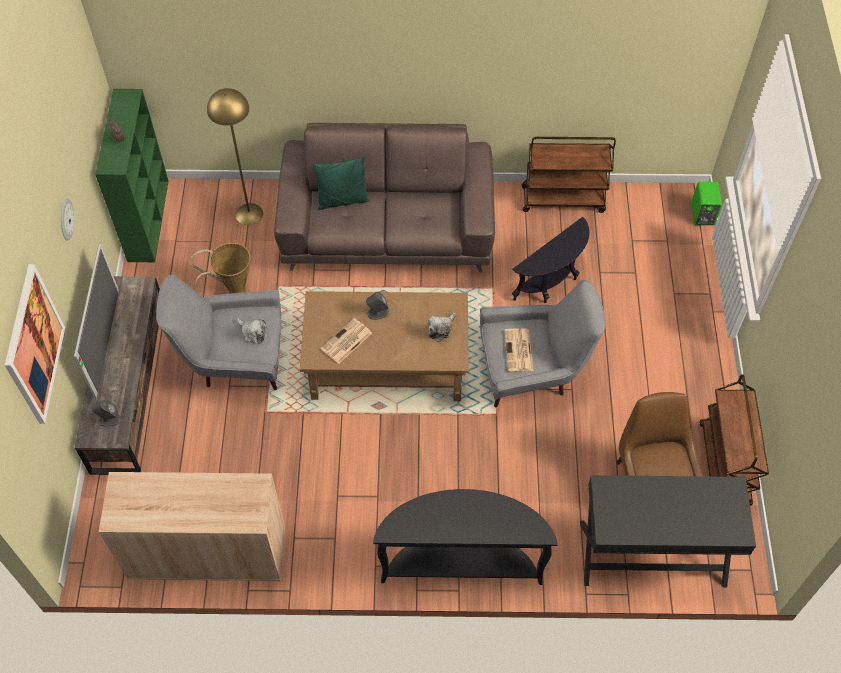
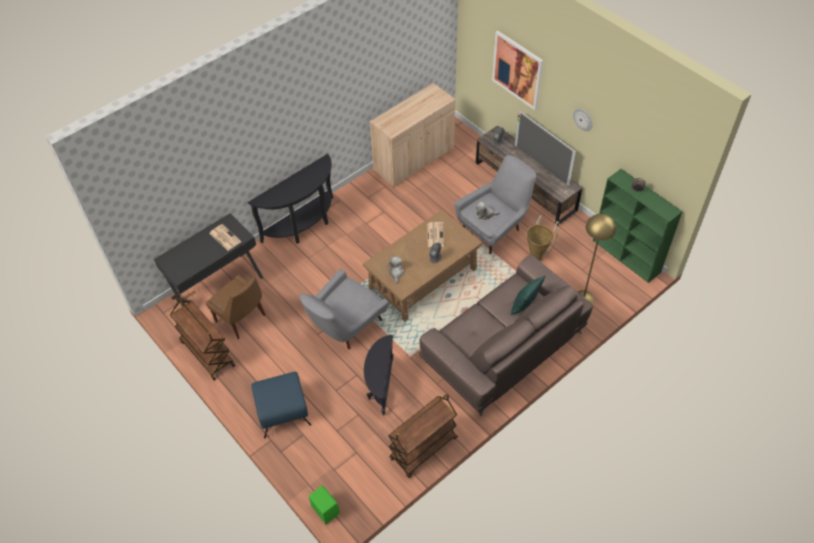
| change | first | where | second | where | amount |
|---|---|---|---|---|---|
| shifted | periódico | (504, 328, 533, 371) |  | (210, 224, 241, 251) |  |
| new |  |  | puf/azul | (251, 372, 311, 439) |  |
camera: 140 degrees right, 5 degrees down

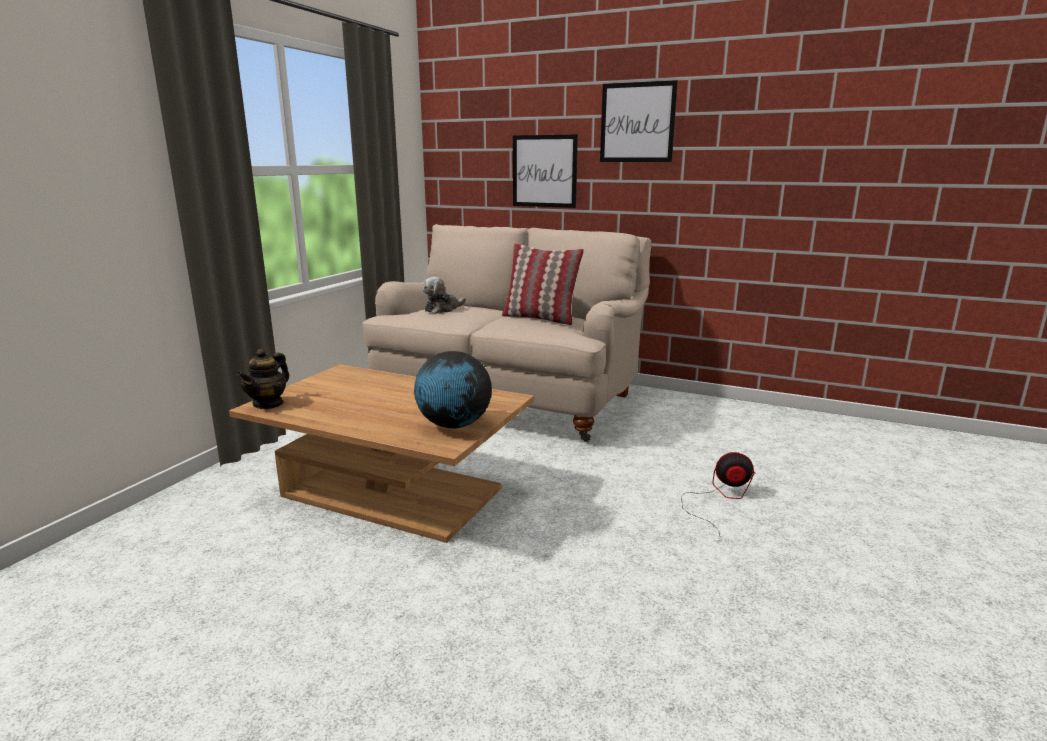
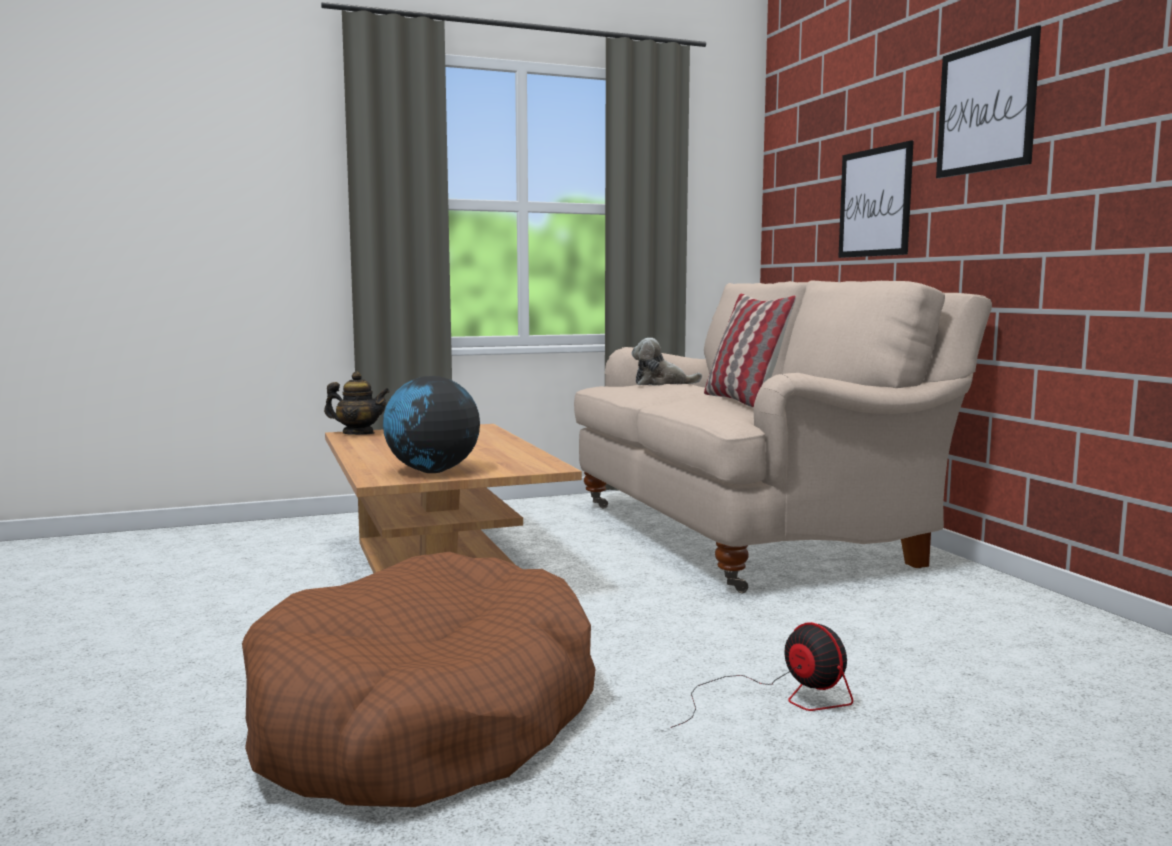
| change | first | where | second | where | amount |
|---|---|---|---|---|---|
| rotated | tetera | (237, 349, 289, 409) |  | (324, 371, 390, 435) | 150 degrees counterclockwise |
| new |  |  | cama para perro/marrón | (242, 552, 596, 807) |  |
camera: 45 degrees right, 10 degrees down

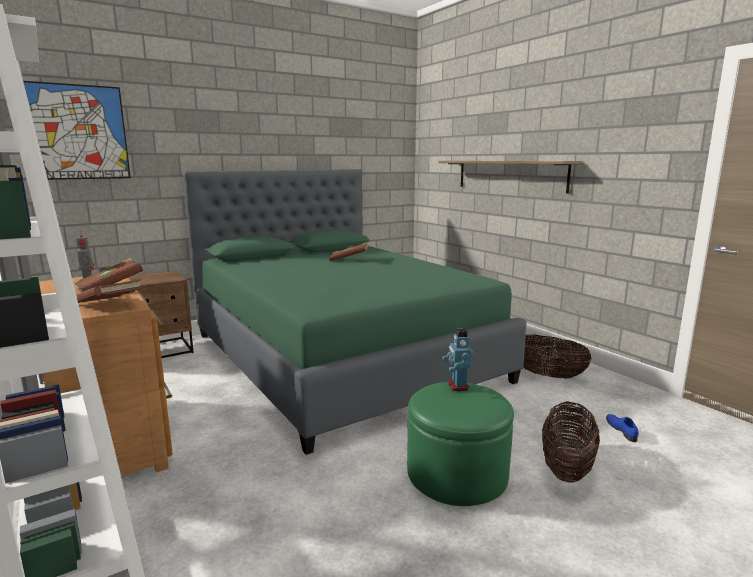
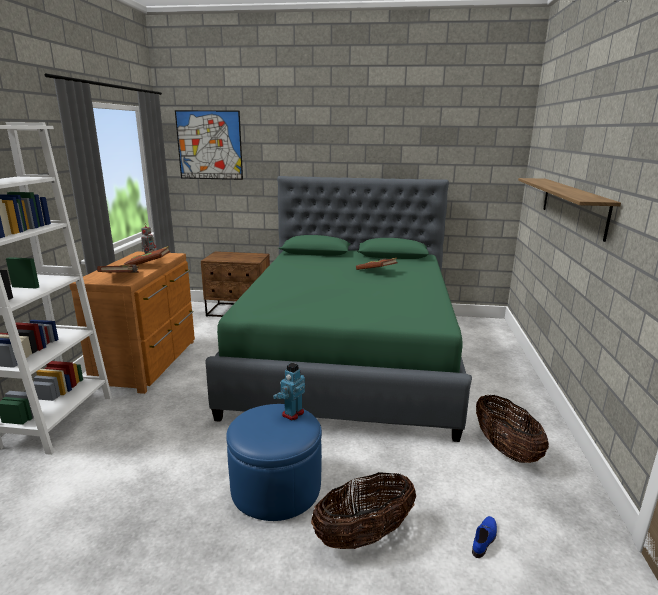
| change | first | where | second | where | amount |
|---|---|---|---|---|---|
| repainted | puf/verde | (407, 382, 514, 506) | puf/azul | (226, 404, 322, 521) |  |
camera: 40 degrees right, 5 degrees up

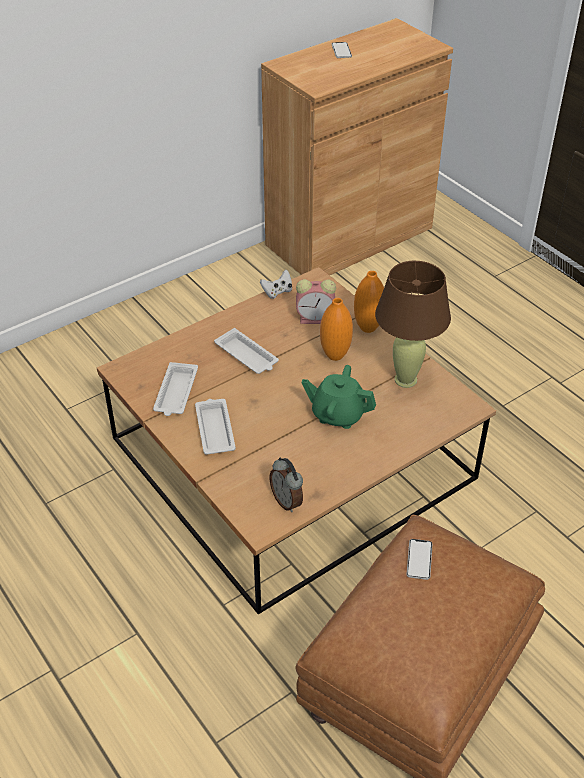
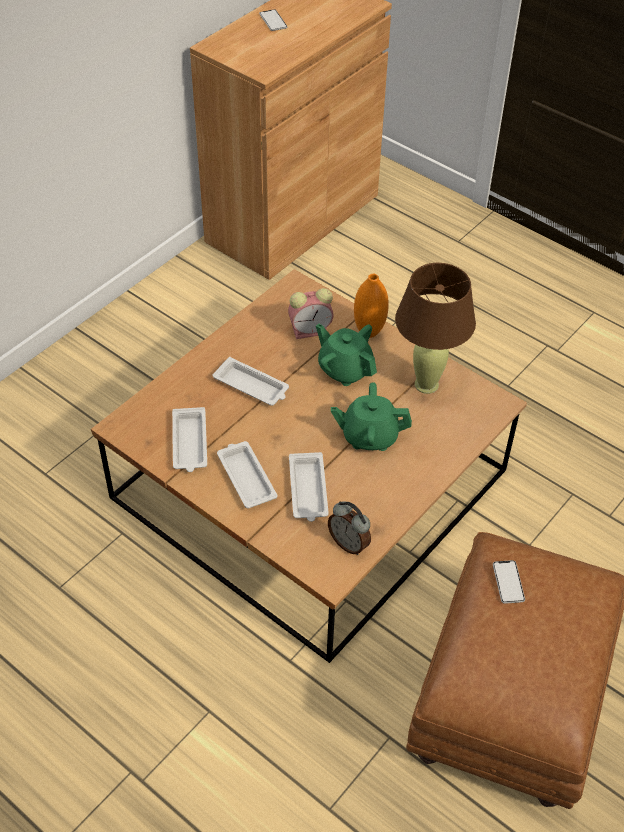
| change | first | where | second | where | amount |
|---|---|---|---|---|---|
| gone | mando de consola/blanco | (260, 269, 292, 299) |  |  |  |
| swapped | florero/naranja | (320, 298, 353, 361) | tetera/verde | (316, 324, 377, 386) |  |
| new |  |  | bandeja/blanco | (289, 452, 329, 522) |  |
camera: 15 degrees left, 5 degrees up

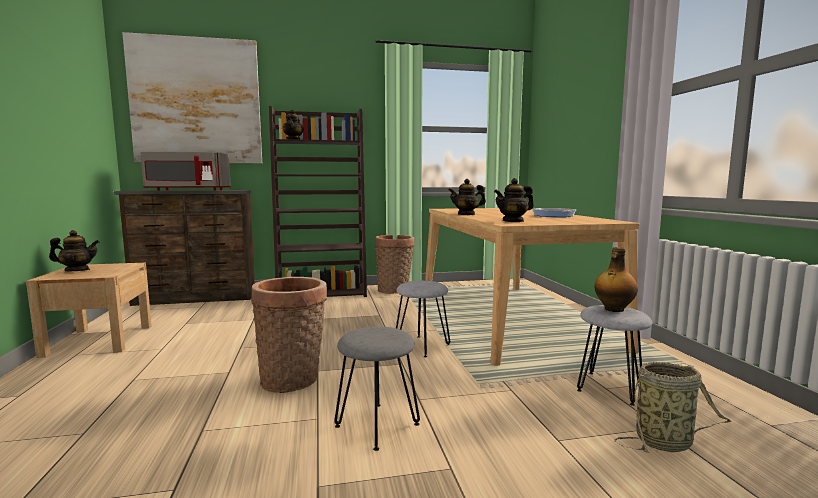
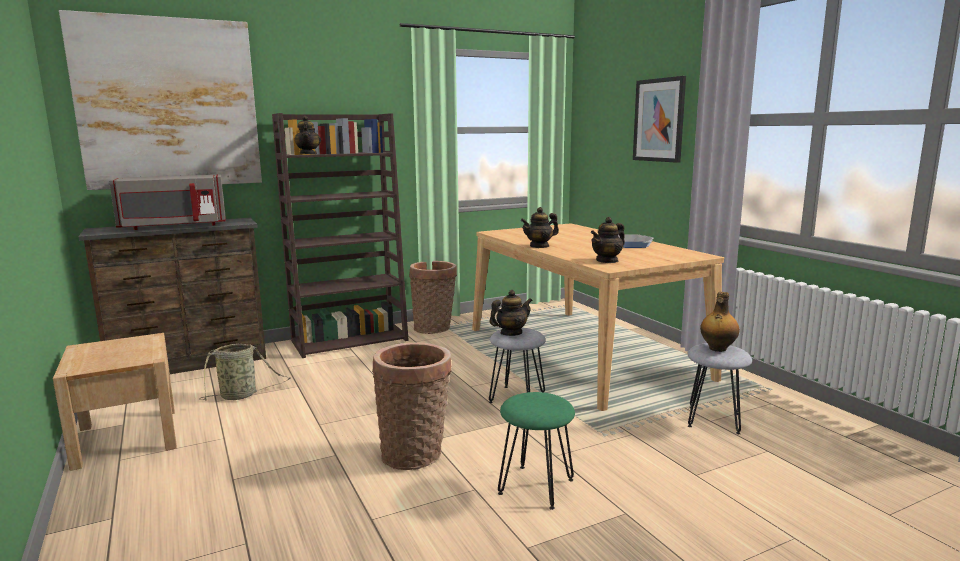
| change | first | where | second | where | amount |
|---|---|---|---|---|---|
| shifted | tetera | (49, 230, 99, 271) |  | (489, 290, 533, 336) |  |
| repainted | taburete/gris | (334, 326, 420, 451) | taburete/verde | (498, 392, 575, 510) |  |
| shifted | cesta | (614, 362, 732, 453) |  | (200, 344, 291, 400) |  |
| new |  |  | cuadro | (633, 76, 686, 163) |  |
camera: 15 degrees left, 5 degrees up

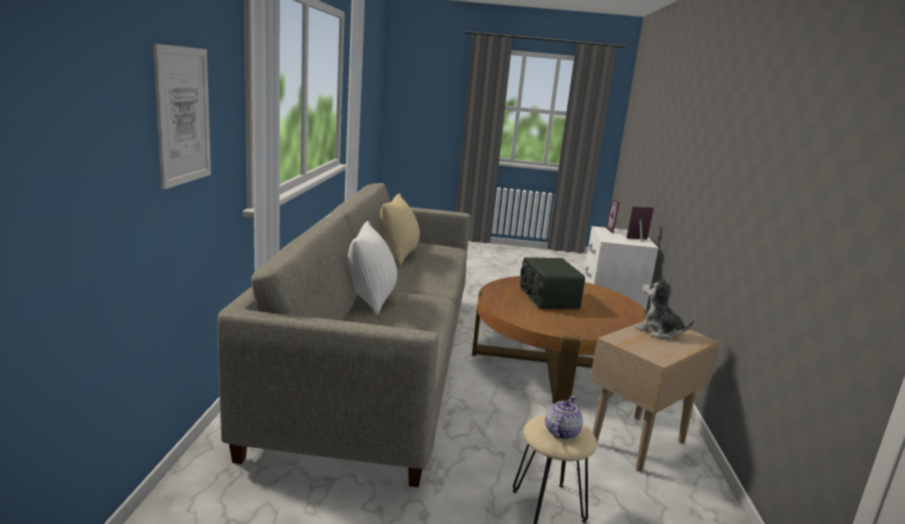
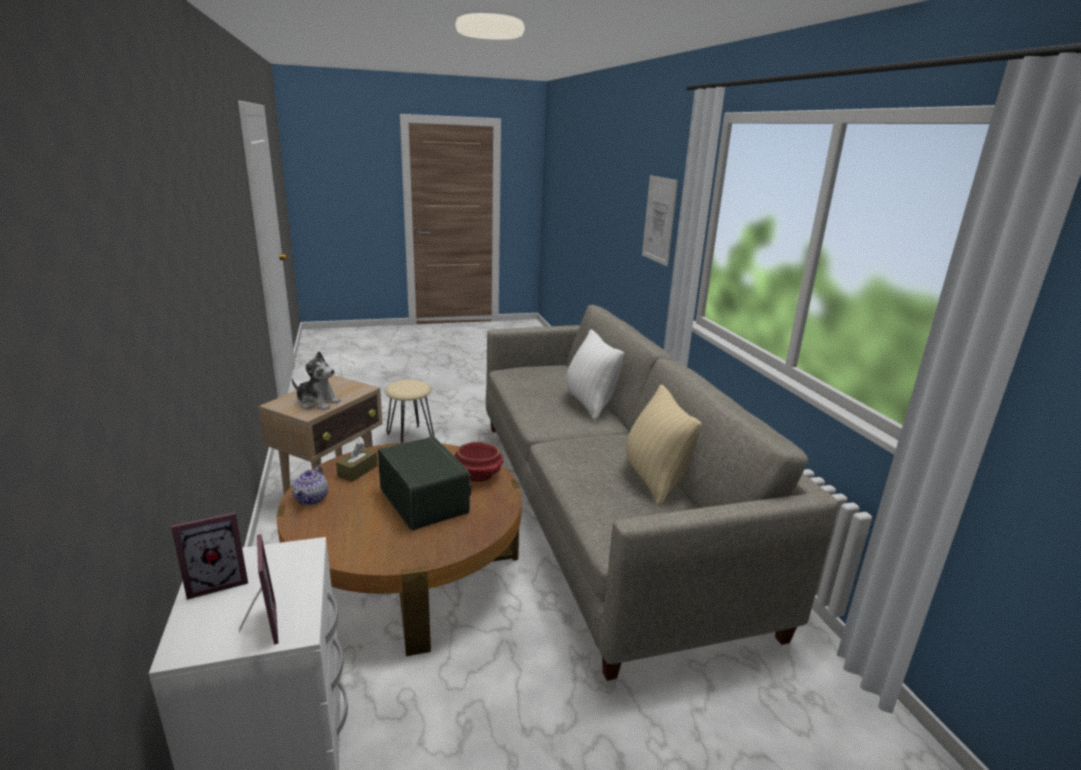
| change | first | where | second | where | amount |
|---|---|---|---|---|---|
| shifted | tetera | (545, 396, 583, 439) |  | (292, 466, 328, 505) |  |
| new |  |  | caja de pañuelos/marrón | (336, 443, 378, 482) |  |
| new |  |  | cuenco/rojo | (453, 442, 504, 482) |  |
camera: 160 degrees right, 5 degrees up

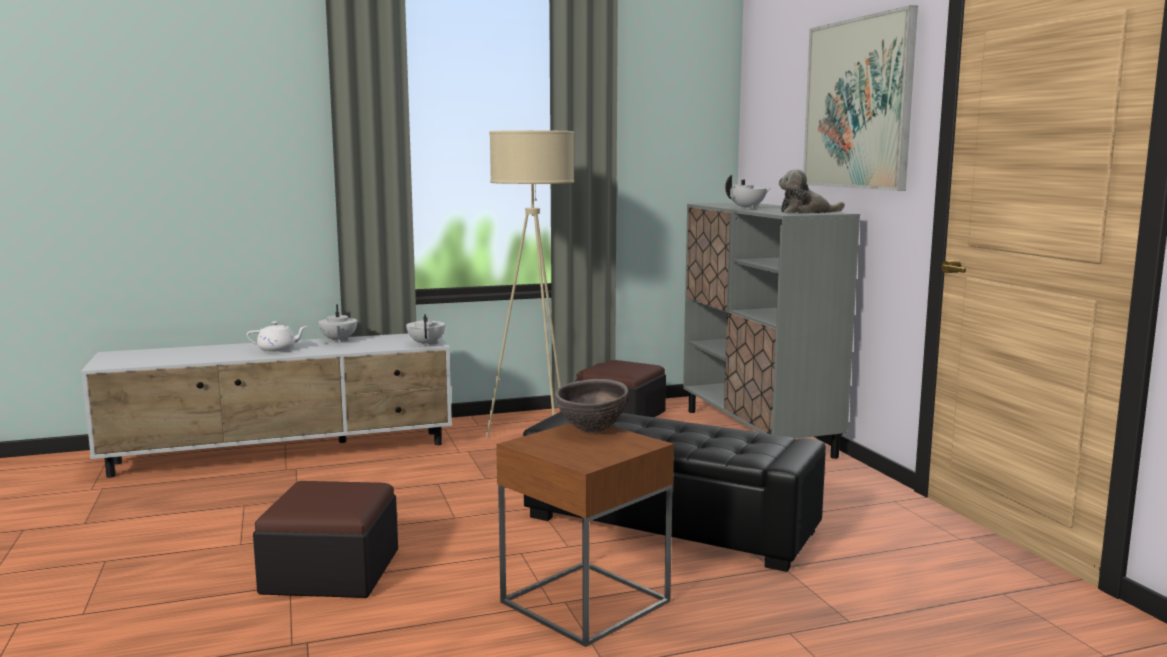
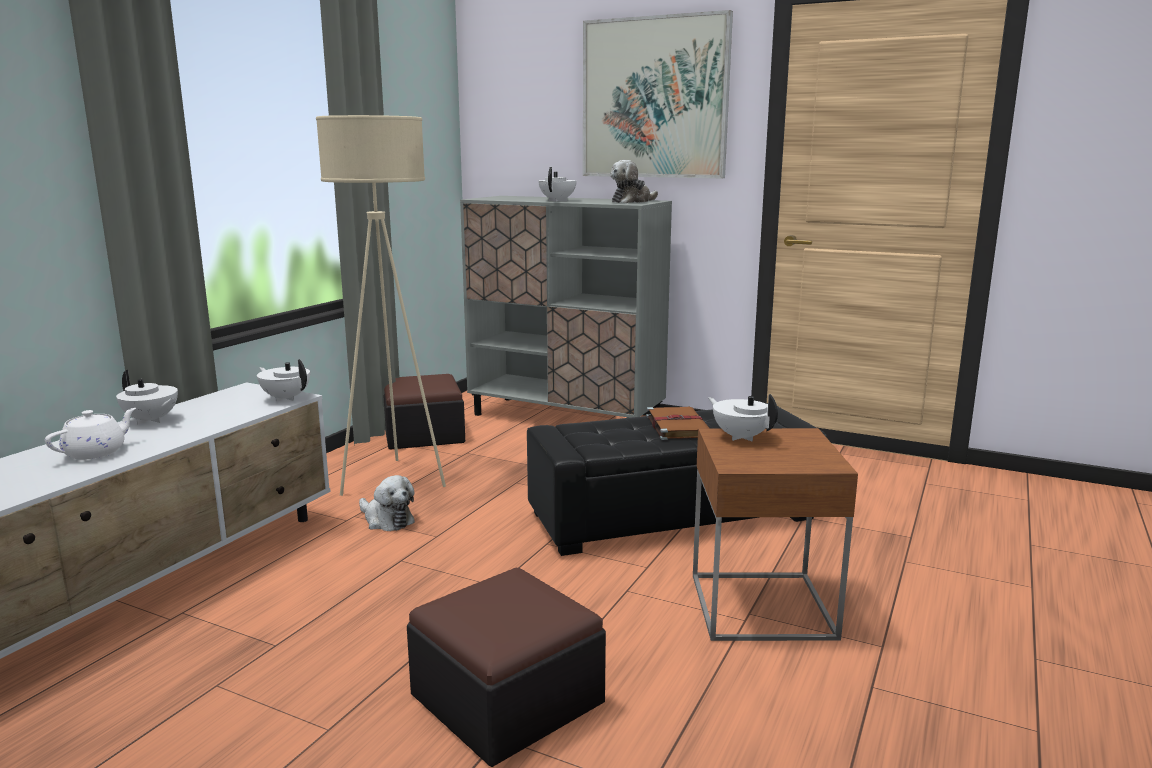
| change | first | where | second | where | amount |
|---|---|---|---|---|---|
| swapped | cuenco/marrón | (555, 379, 628, 433) | tetera/blanco | (708, 394, 778, 441) |  |
| new |  |  | peluche | (359, 475, 415, 531) |  |
| new |  |  | libro/marrón | (646, 407, 709, 440) |  |
camera: 45 degrees left, 5 degrees up

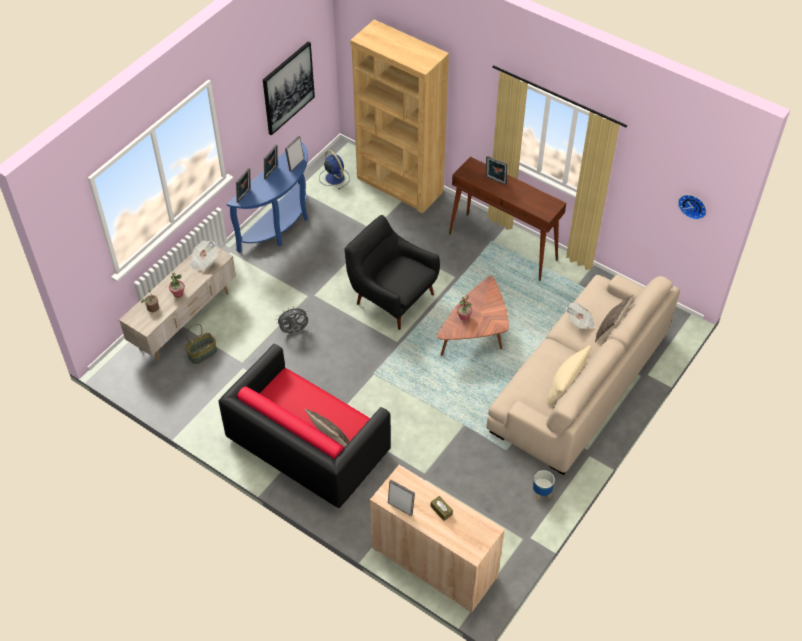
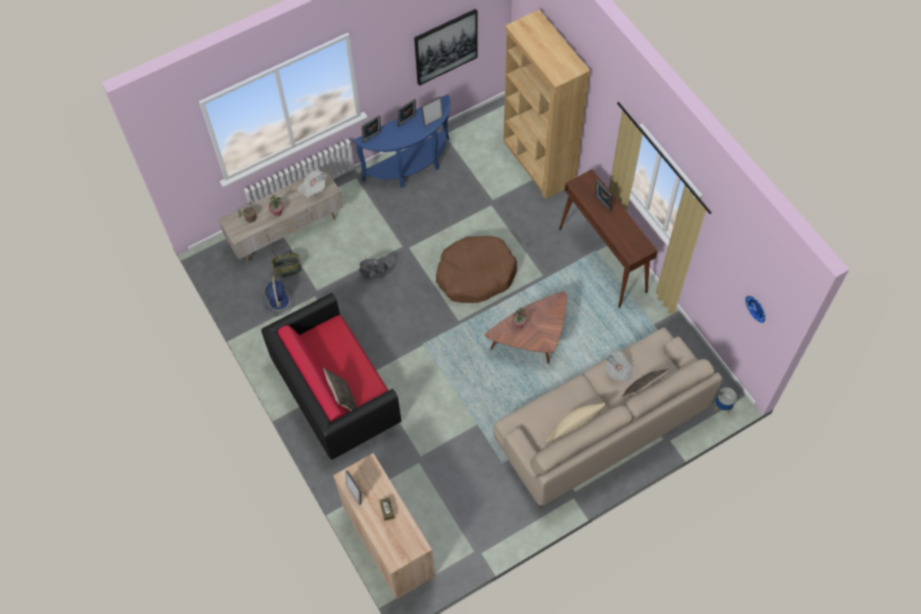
| change | first | where | second | where | amount |
|---|---|---|---|---|---|
| shifted | ventilador/azul | (319, 150, 350, 190) |  | (263, 276, 294, 317) |  |
| swapped | sillón/negro | (345, 215, 440, 330) | cama para perro/marrón | (436, 236, 517, 303) |  |
| shifted | maceta | (533, 470, 555, 501) |  | (715, 388, 737, 414) |  |
camera: 25 degrees right, 10 degrees up

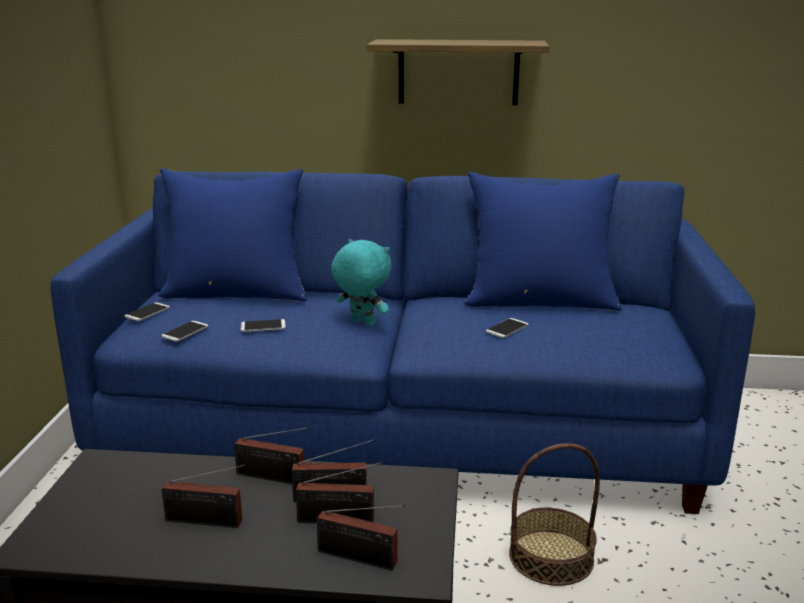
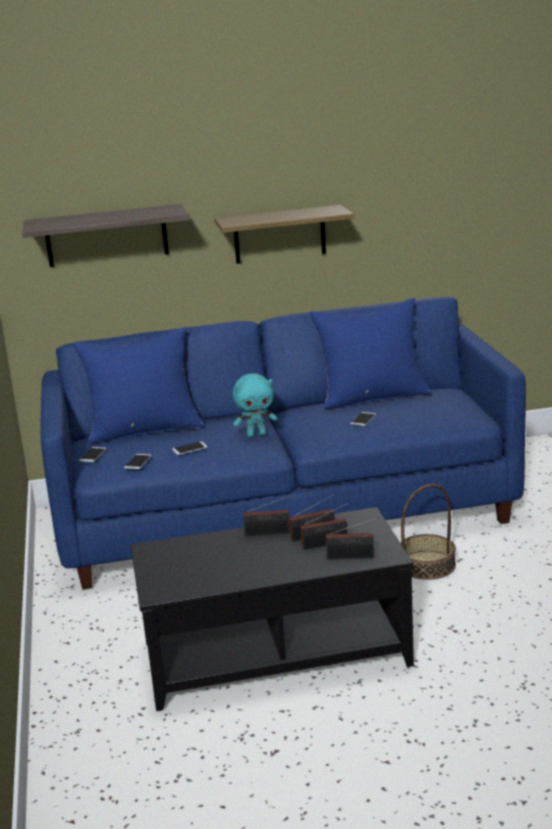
| change | first | where | second | where | amount |
|---|---|---|---|---|---|
| gone | radio | (162, 465, 246, 528) |  |  |  |
| rotated | peluche/turquesa | (331, 239, 391, 326) |  | (233, 373, 278, 437) | 150 degrees clockwise |
| new |  |  | estante | (22, 204, 189, 267) |  |
camera: 15 degrees left, 0 degrees up

